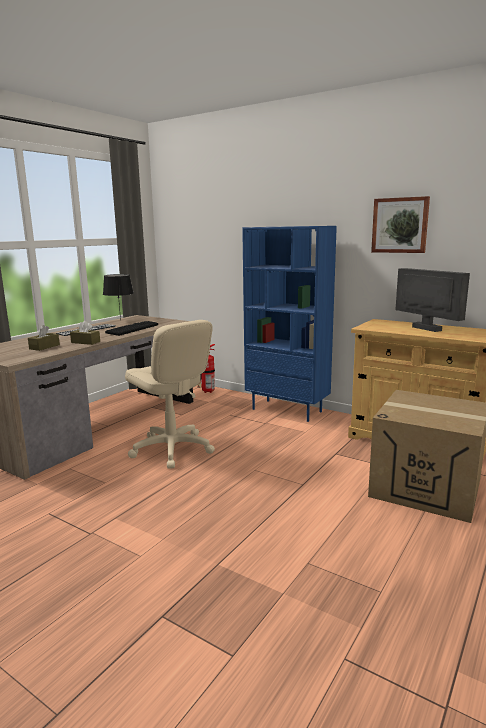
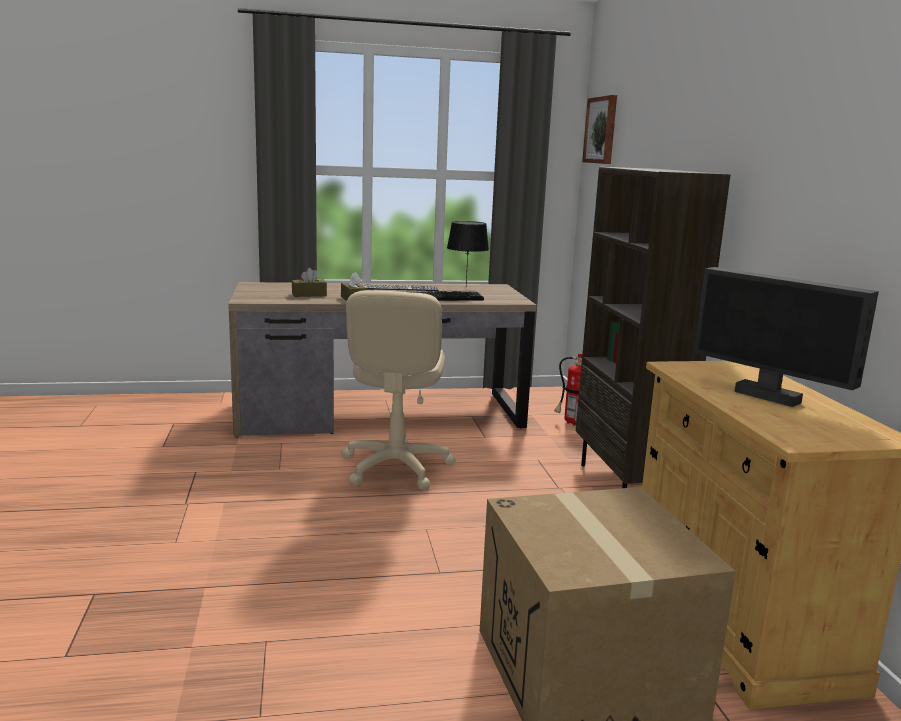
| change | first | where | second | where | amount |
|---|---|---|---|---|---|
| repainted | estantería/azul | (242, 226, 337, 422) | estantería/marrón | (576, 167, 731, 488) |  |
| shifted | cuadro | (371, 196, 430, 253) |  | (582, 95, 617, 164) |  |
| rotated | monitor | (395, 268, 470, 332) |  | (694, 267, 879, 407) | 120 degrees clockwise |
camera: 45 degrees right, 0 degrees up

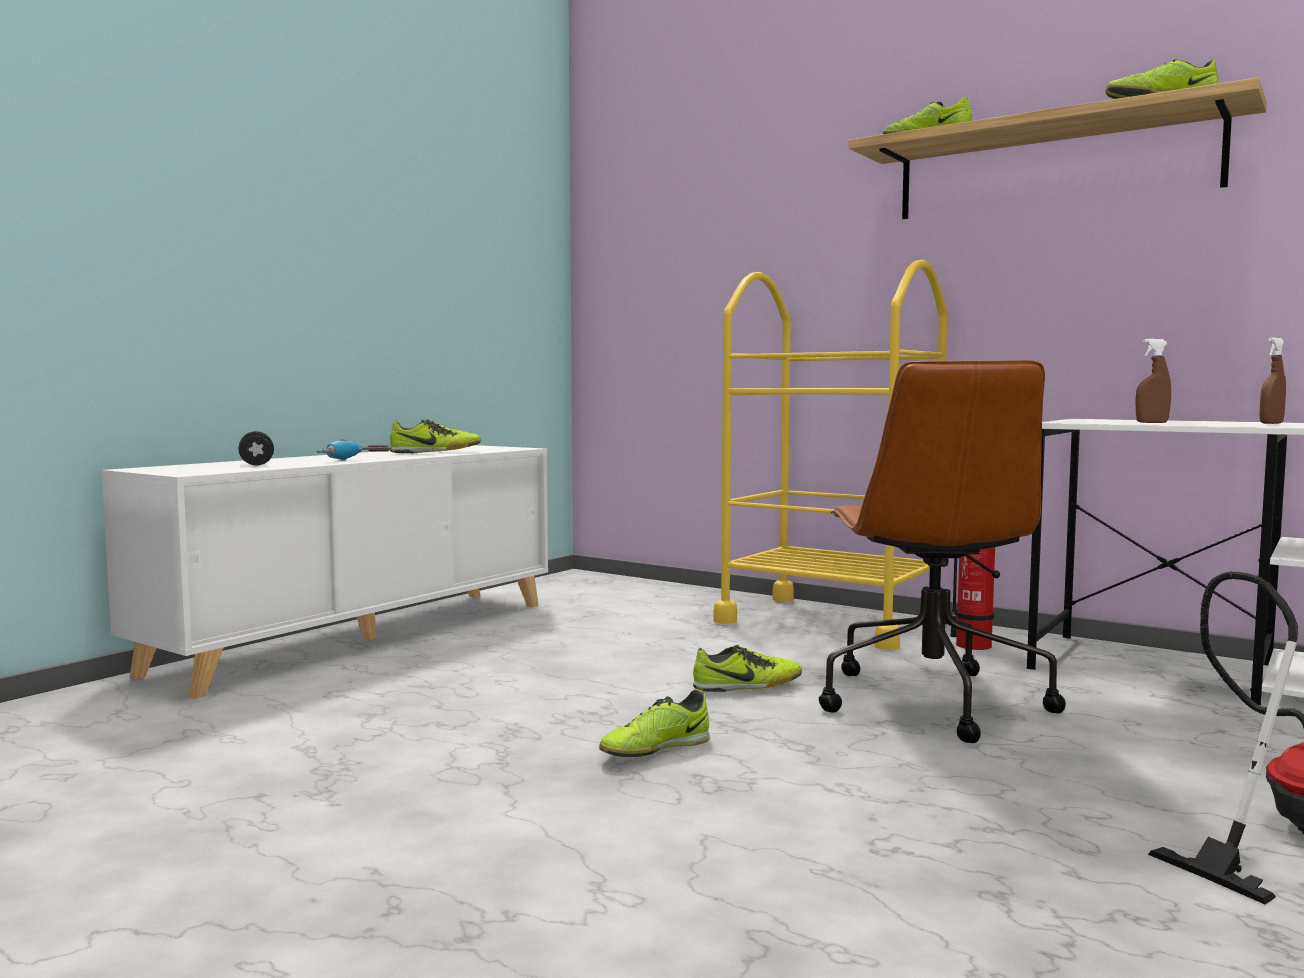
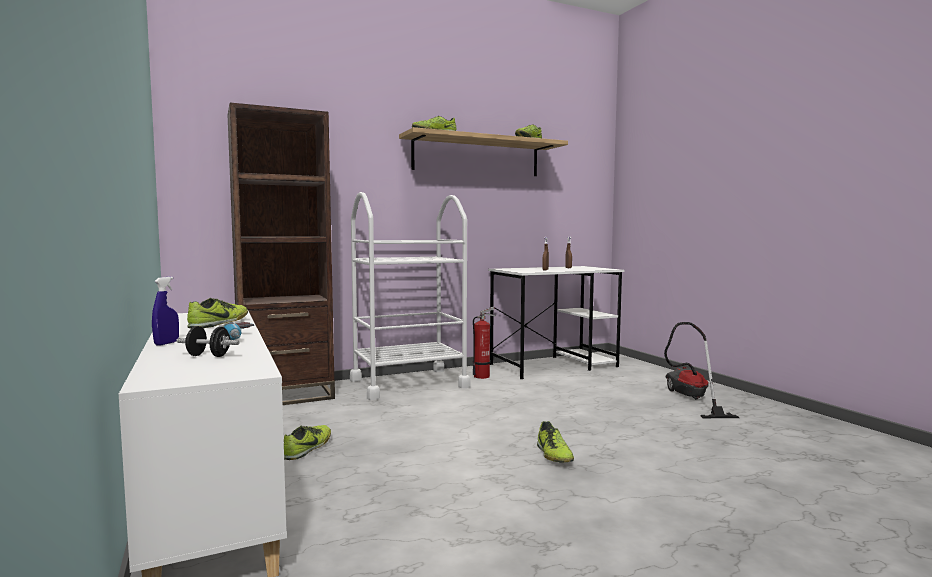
| change | first | where | second | where | amount |
|---|---|---|---|---|---|
| shifted | zapato | (693, 645, 802, 692) |  | (284, 425, 331, 460) |  |
| repainted | carrito/amarillo | (714, 260, 948, 650) | carrito/blanco | (350, 192, 471, 400) |  |
| gone | silla de oficina/marrón | (819, 360, 1066, 743) |  |  |  |
| new |  |  | pulverizador/azul | (152, 277, 179, 346) |  |
| new |  |  | estantería/marrón | (227, 103, 335, 405) |  |
camera: 60 degrees left, 0 degrees up

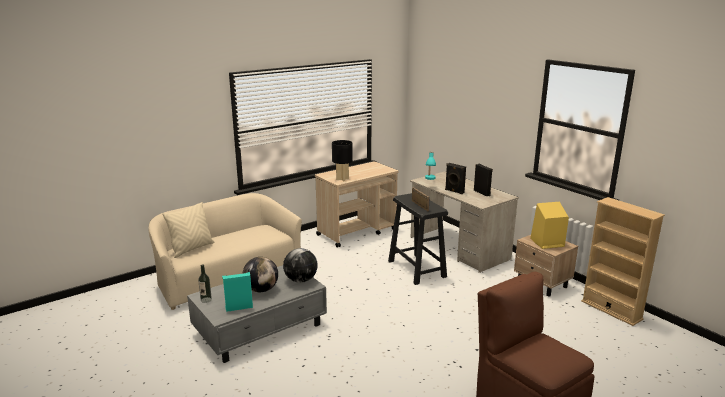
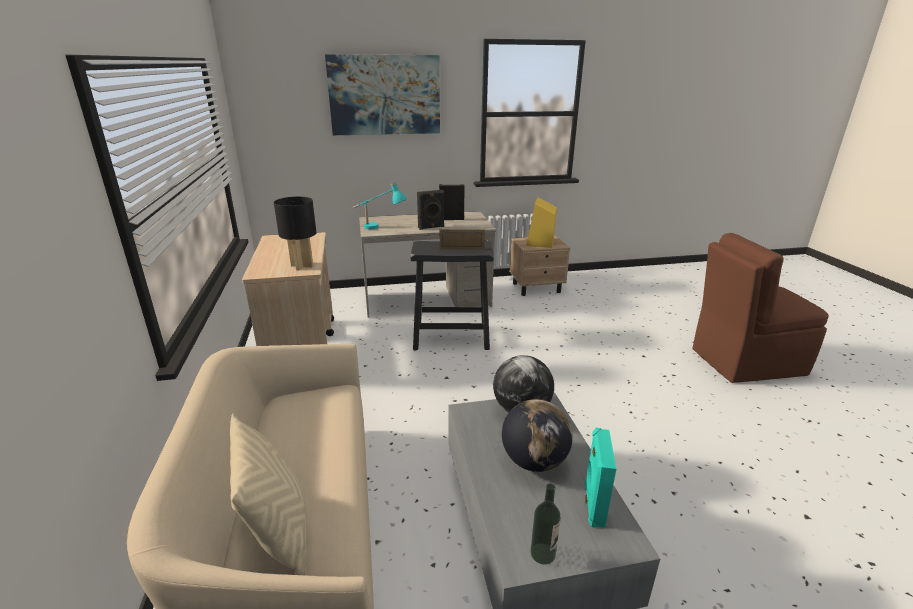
| change | first | where | second | where | amount |
|---|---|---|---|---|---|
| gone | estantería/beis | (581, 197, 665, 326) |  |  |  |
| new |  |  | cuadro | (325, 54, 440, 135) |  |
camera: 65 degrees left, 5 degrees up

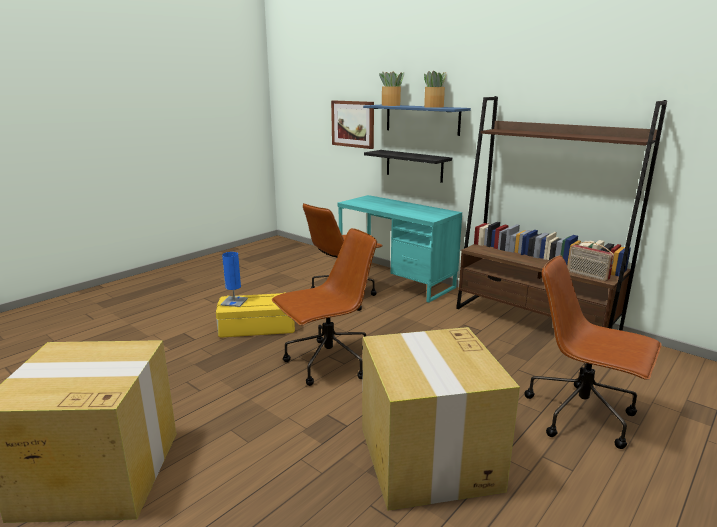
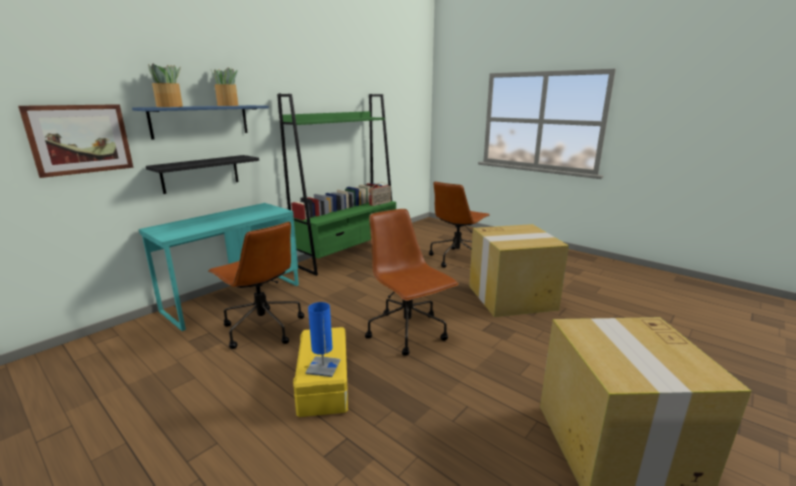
| change | first | where | second | where | amount |
|---|---|---|---|---|---|
| repainted | estantería/marrón | (456, 96, 667, 331) | estantería/verde | (277, 94, 396, 276) |  |
camera: 90 degrees left, 0 degrees up

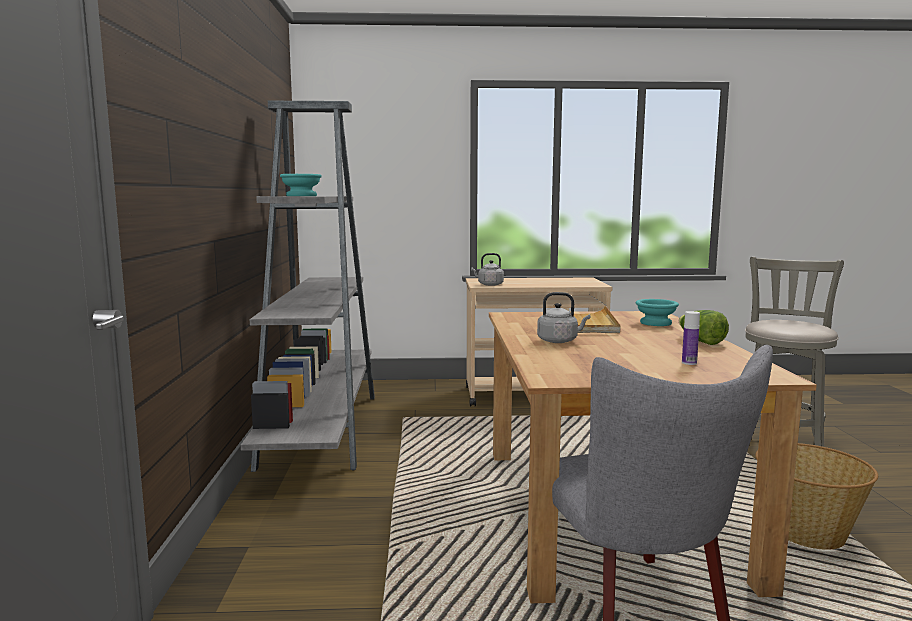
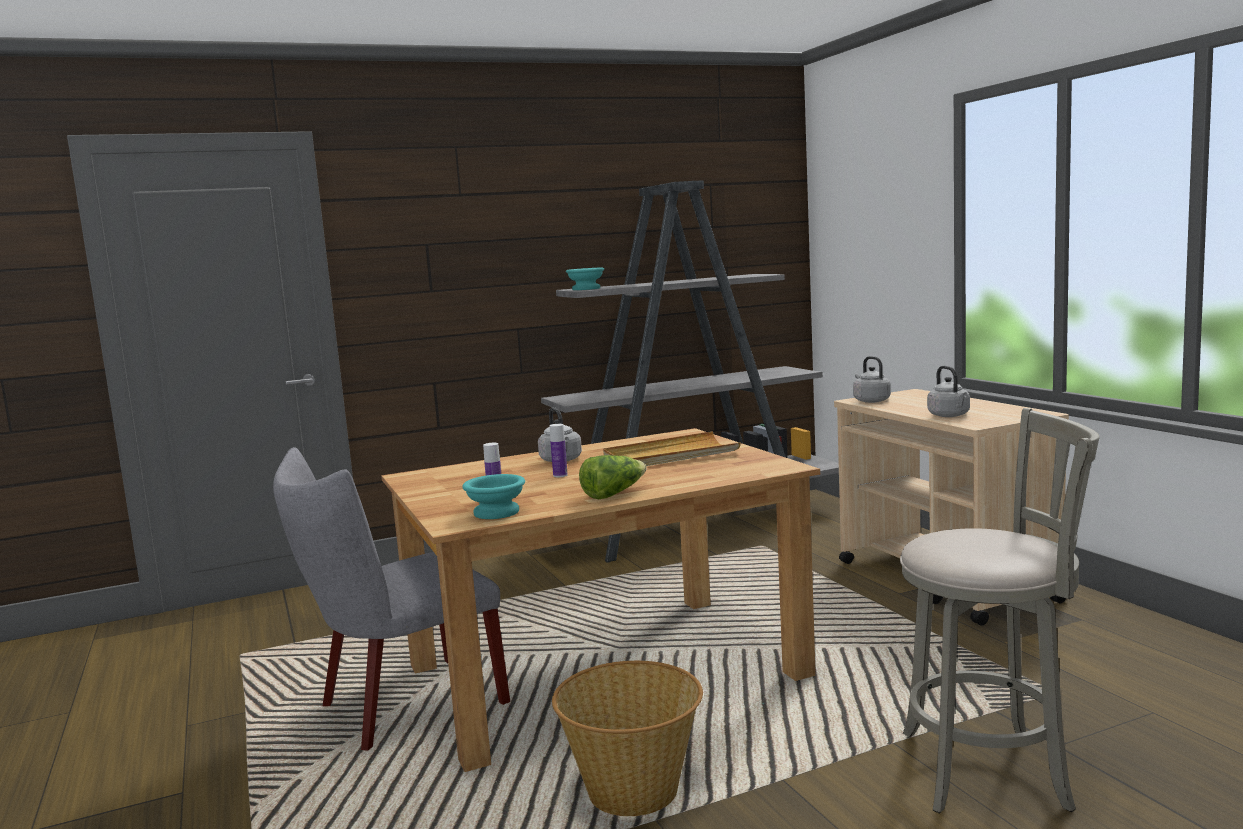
| change | first | where | second | where | amount |
|---|---|---|---|---|---|
| shifted | cuenco/turquesa | (636, 299, 679, 326) |  | (462, 474, 525, 519) |  |
| new |  |  | botella | (550, 424, 568, 477) |  |
| new |  |  | hervidor/gris | (927, 366, 970, 417) |  |
camera: 70 degrees right, 0 degrees up

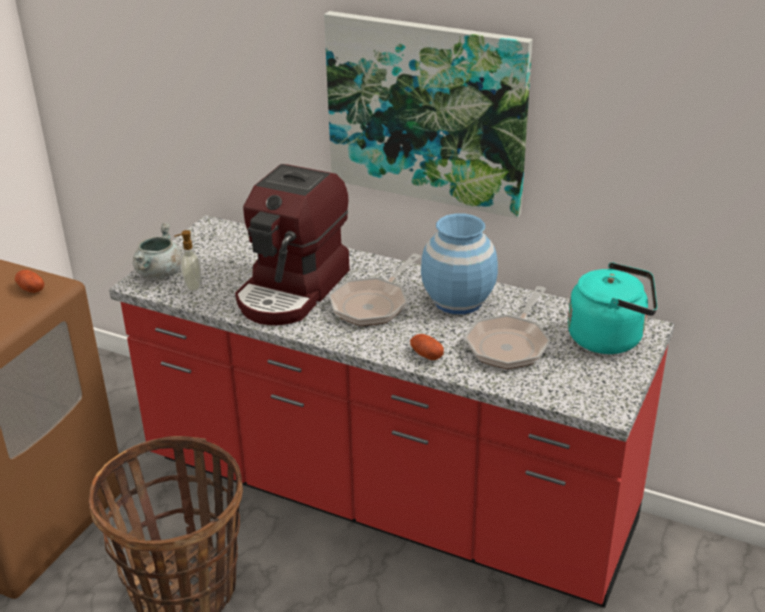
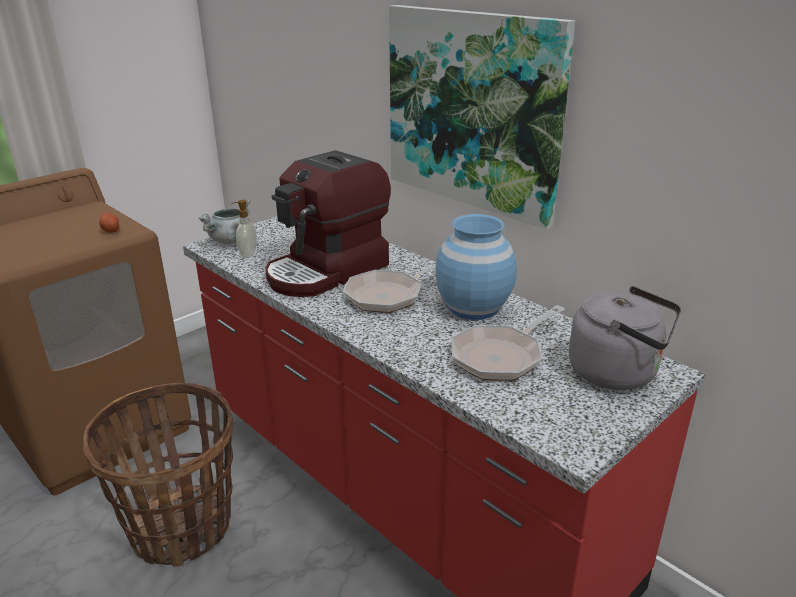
| change | first | where | second | where | amount |
|---|---|---|---|---|---|
| gone | patata | (410, 334, 444, 360) |  |  |  |
| repainted | hervidor/turquesa | (568, 262, 657, 354) | hervidor/gris | (569, 286, 681, 390) |  |
camera: 20 degrees right, 5 degrees down

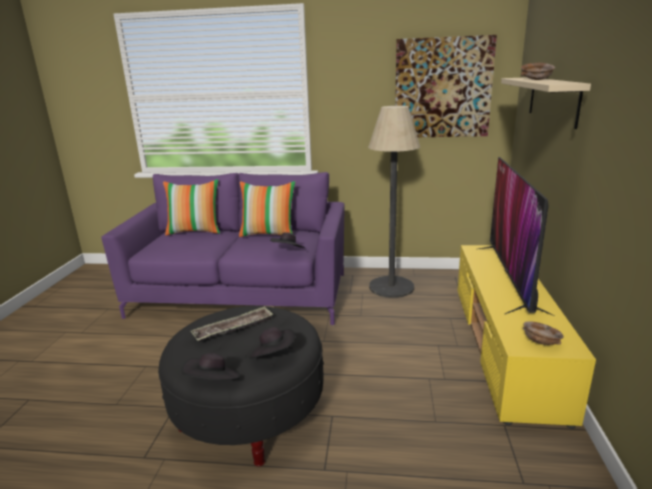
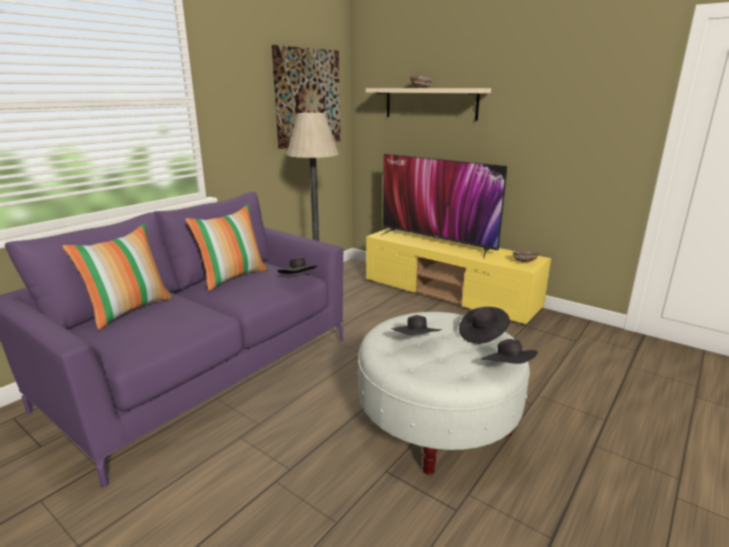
| change | first | where | second | where | amount |
|---|---|---|---|---|---|
| repainted | puf/negro | (158, 306, 324, 467) | puf/blanco | (357, 312, 530, 475) |  |
| swapped | bandeja | (191, 306, 273, 342) | sombrero/negro | (391, 315, 442, 335) |  |
camera: 60 degrees left, 0 degrees up

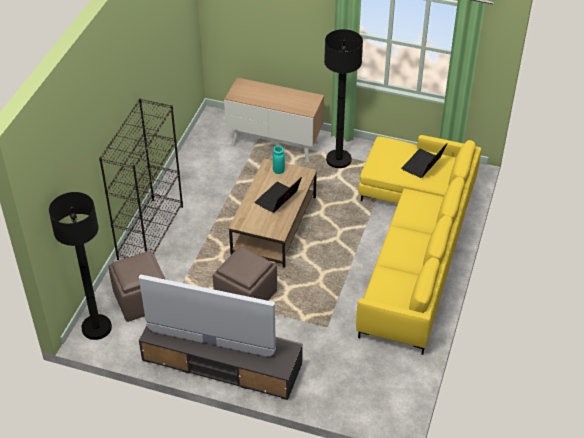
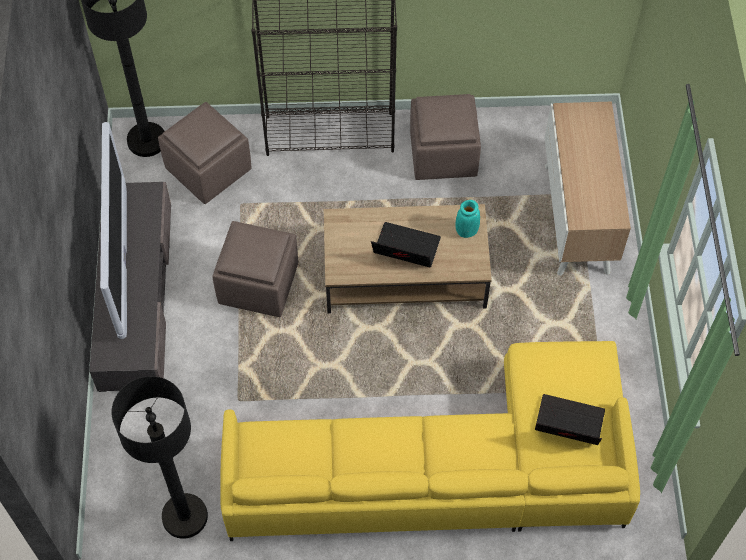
| change | first | where | second | where | amount |
|---|---|---|---|---|---|
| shifted | lámpara de pie/negro | (324, 29, 363, 168) |  | (112, 376, 208, 539) |  |
| new |  |  | puf/marrón | (410, 94, 481, 180) |  |
camera: 70 degrees right, 15 degrees up

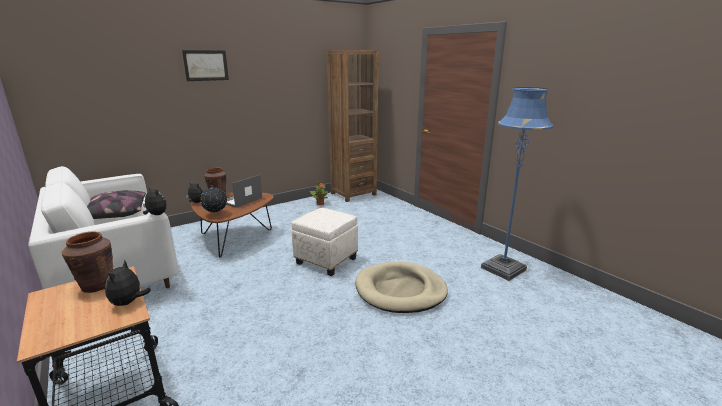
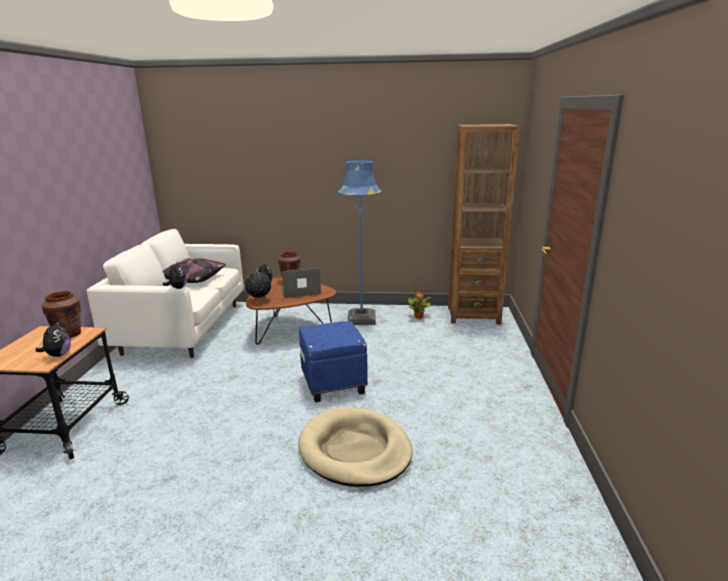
| change | first | where | second | where | amount |
|---|---|---|---|---|---|
| rotated | peluche | (105, 260, 151, 306) |  | (35, 320, 71, 357) | 135 degrees clockwise |
| gone | cuadro | (182, 50, 229, 81) |  |  |  |
| repainted | puf/blanco | (292, 208, 358, 276) | puf/azul | (299, 321, 368, 403) |  |
| shifted | lámpara de pie/azul | (481, 87, 554, 281) |  | (338, 160, 382, 325) |  |
camera: 40 degrees right, 0 degrees up

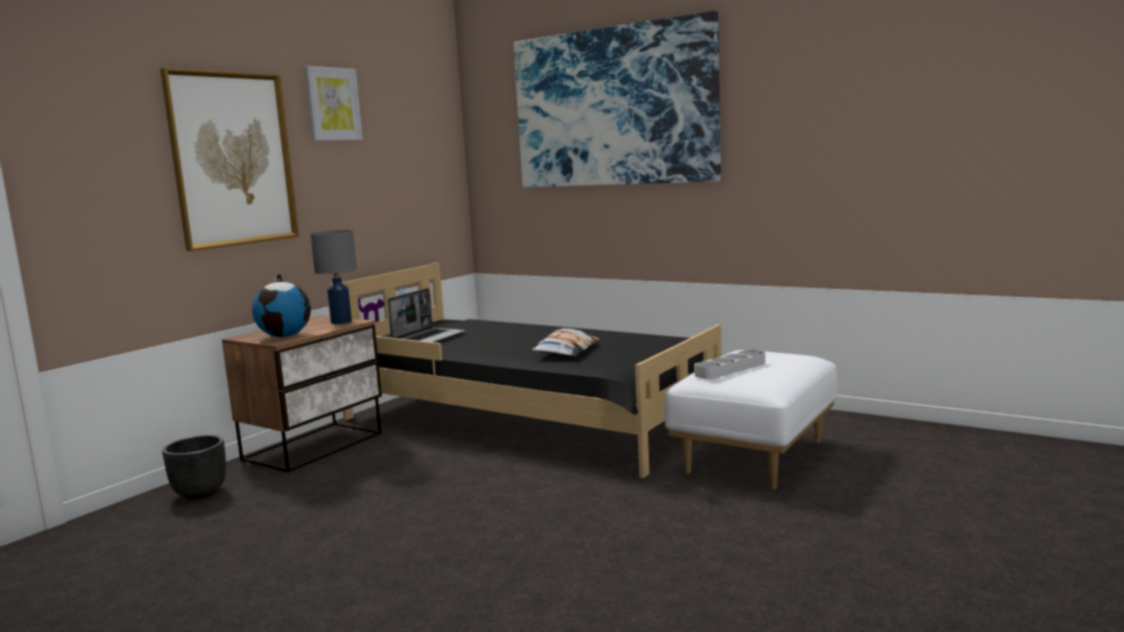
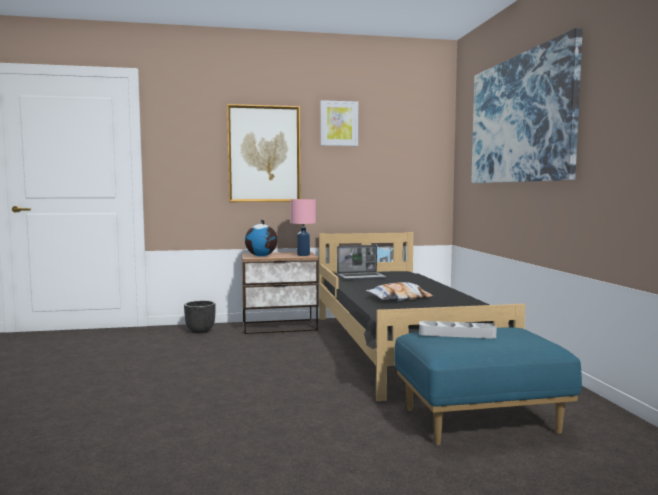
| change | first | where | second | where | amount |
|---|---|---|---|---|---|
| repainted | lámpara de mesa/gris | (310, 230, 357, 324) | lámpara de mesa/rosa | (291, 199, 316, 256) |  |
| repainted | puf/blanco | (664, 350, 838, 490) | puf/azul | (395, 327, 582, 445) |  |
camera: 45 degrees right, 5 degrees down

